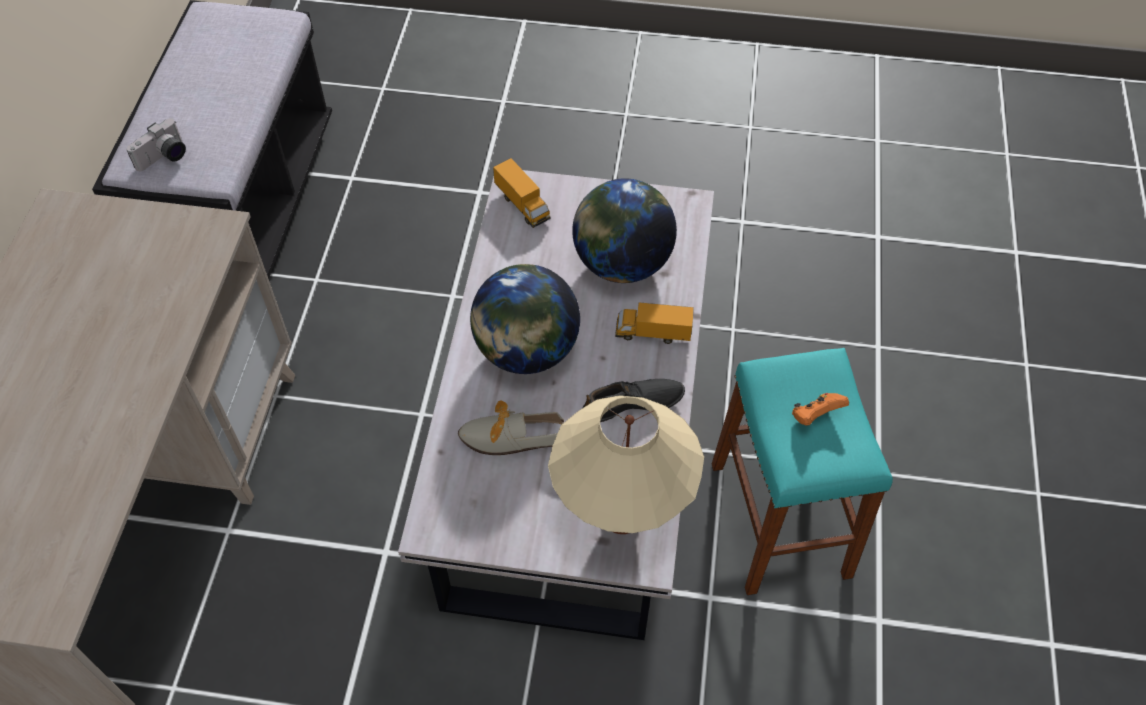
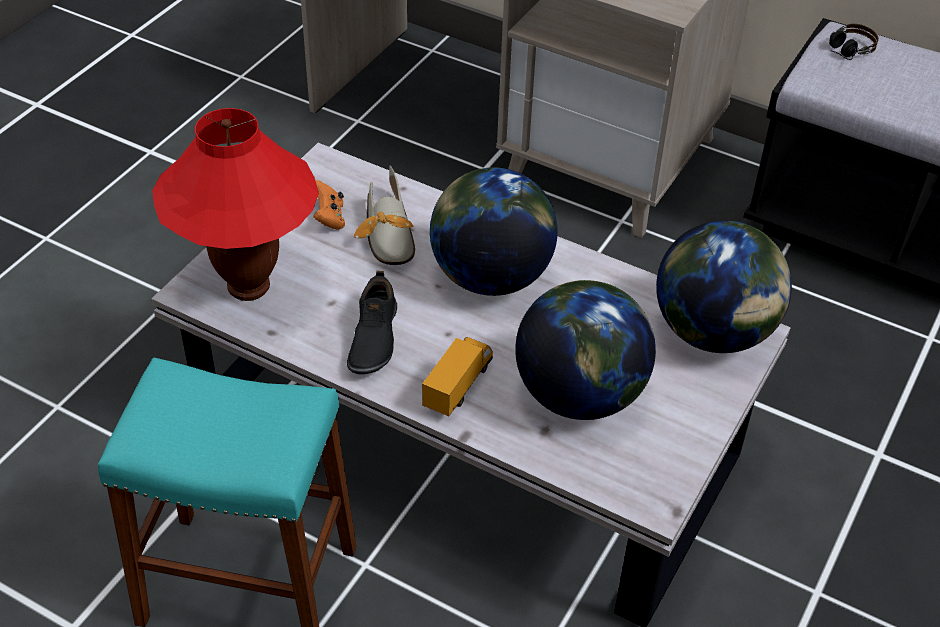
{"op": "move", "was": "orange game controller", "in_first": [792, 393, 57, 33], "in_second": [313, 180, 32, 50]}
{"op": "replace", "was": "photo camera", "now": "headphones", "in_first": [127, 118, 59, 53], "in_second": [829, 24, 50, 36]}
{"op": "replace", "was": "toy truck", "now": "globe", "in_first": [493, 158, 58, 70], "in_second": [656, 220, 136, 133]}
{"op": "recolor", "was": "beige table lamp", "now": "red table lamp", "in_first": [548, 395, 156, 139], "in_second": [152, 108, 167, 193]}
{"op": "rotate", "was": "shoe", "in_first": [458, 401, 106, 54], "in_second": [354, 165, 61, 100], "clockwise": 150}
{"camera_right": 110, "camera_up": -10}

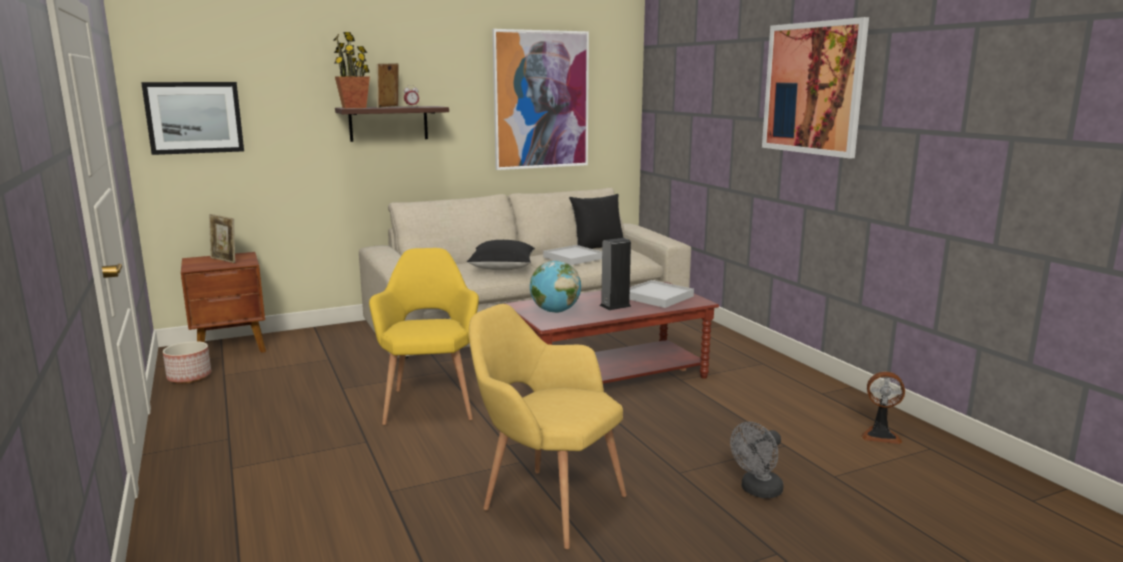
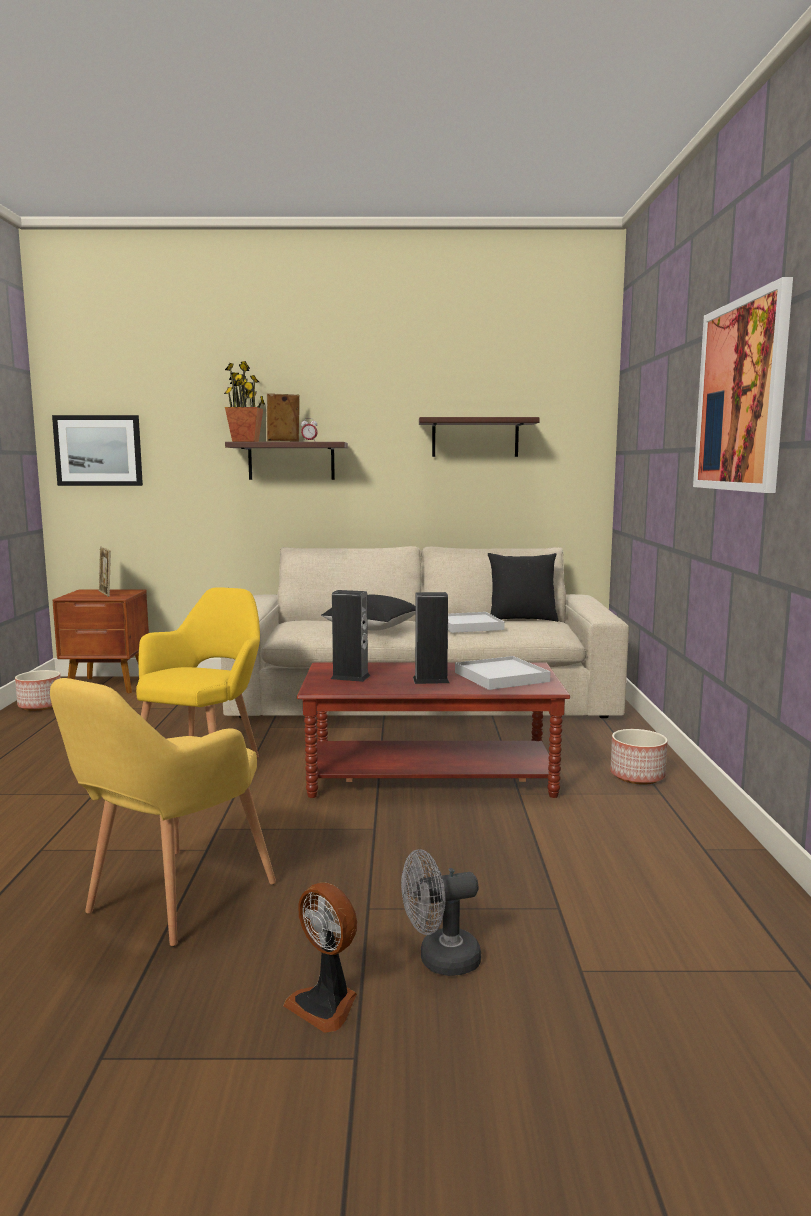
{"op": "insert", "now": "planter", "in_second": [610, 729, 58, 56]}
{"op": "move", "was": "fan", "in_first": [861, 372, 44, 72], "in_second": [283, 882, 74, 151]}
{"op": "replace", "was": "picture", "now": "shelf", "in_first": [492, 29, 97, 141], "in_second": [419, 417, 121, 40]}
{"op": "replace", "was": "globe", "now": "speaker", "in_first": [530, 261, 51, 52], "in_second": [331, 590, 39, 92]}
{"op": "rotate", "was": "yellow armchair", "in_first": [469, 304, 158, 246], "in_second": [50, 678, 226, 269], "clockwise": -120}
{"camera_right": 25, "camera_up": -5}

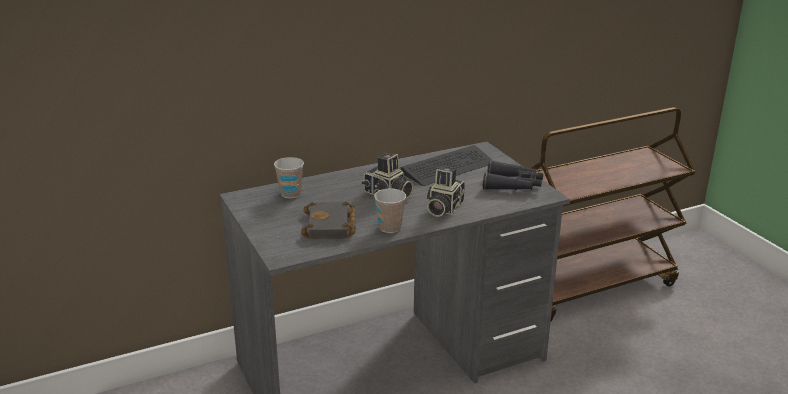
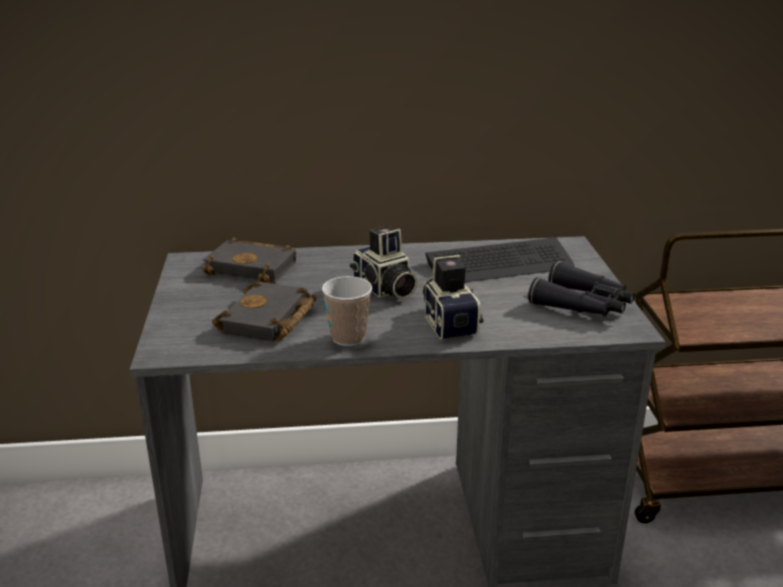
{"op": "replace", "was": "cup", "now": "black book", "in_first": [274, 157, 30, 41], "in_second": [202, 237, 95, 46]}
{"op": "rotate", "was": "photo camera", "in_first": [427, 166, 38, 51], "in_second": [422, 255, 62, 84], "clockwise": 120}
{"camera_right": 20, "camera_up": 0}

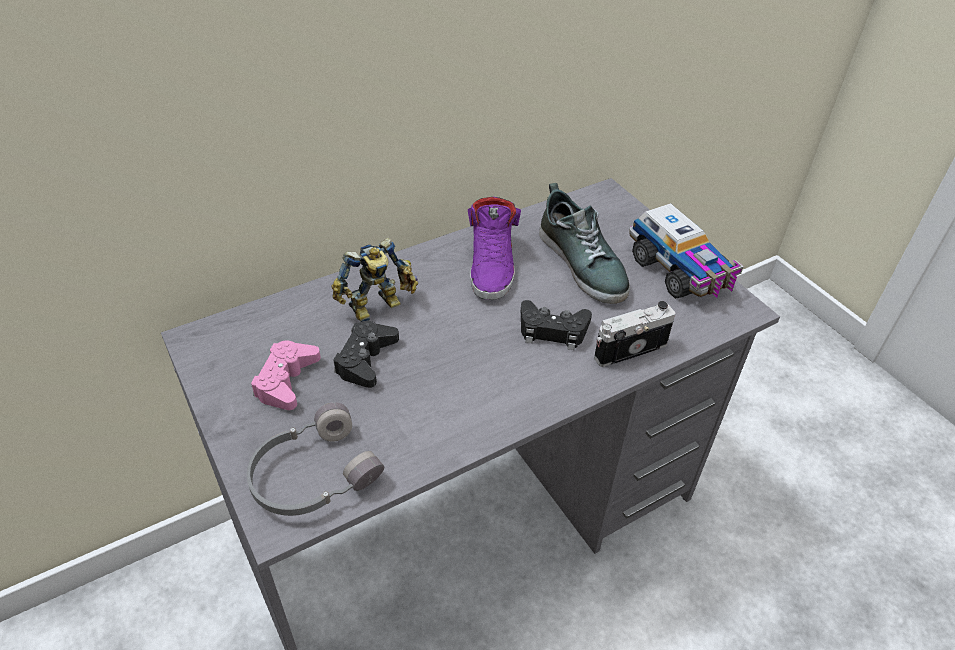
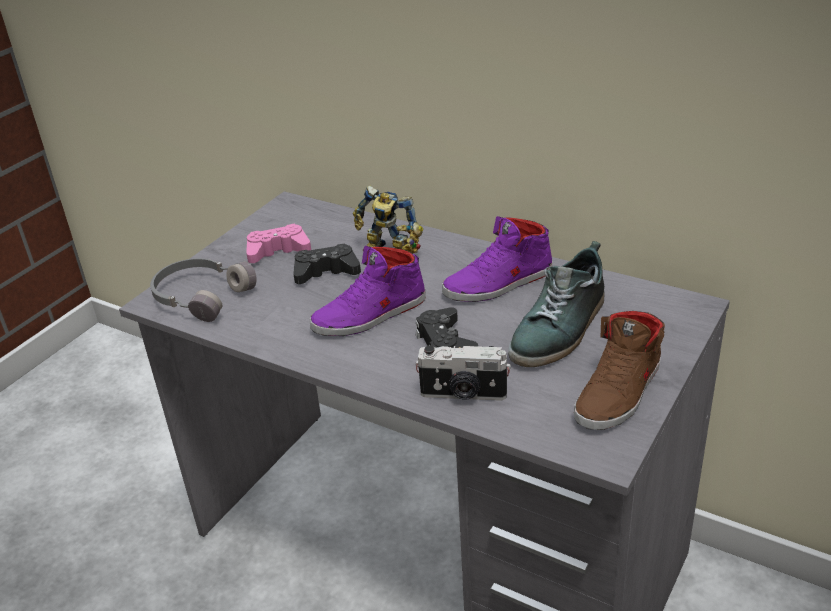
{"op": "insert", "now": "purple shoe", "in_second": [310, 246, 116, 90]}
{"op": "replace", "was": "toy truck", "now": "brown shoe", "in_first": [629, 203, 115, 96], "in_second": [574, 311, 91, 119]}
{"op": "rotate", "was": "photo camera", "in_first": [594, 301, 81, 66], "in_second": [415, 345, 96, 56], "clockwise": 150}
{"camera_right": 65, "camera_up": -10}

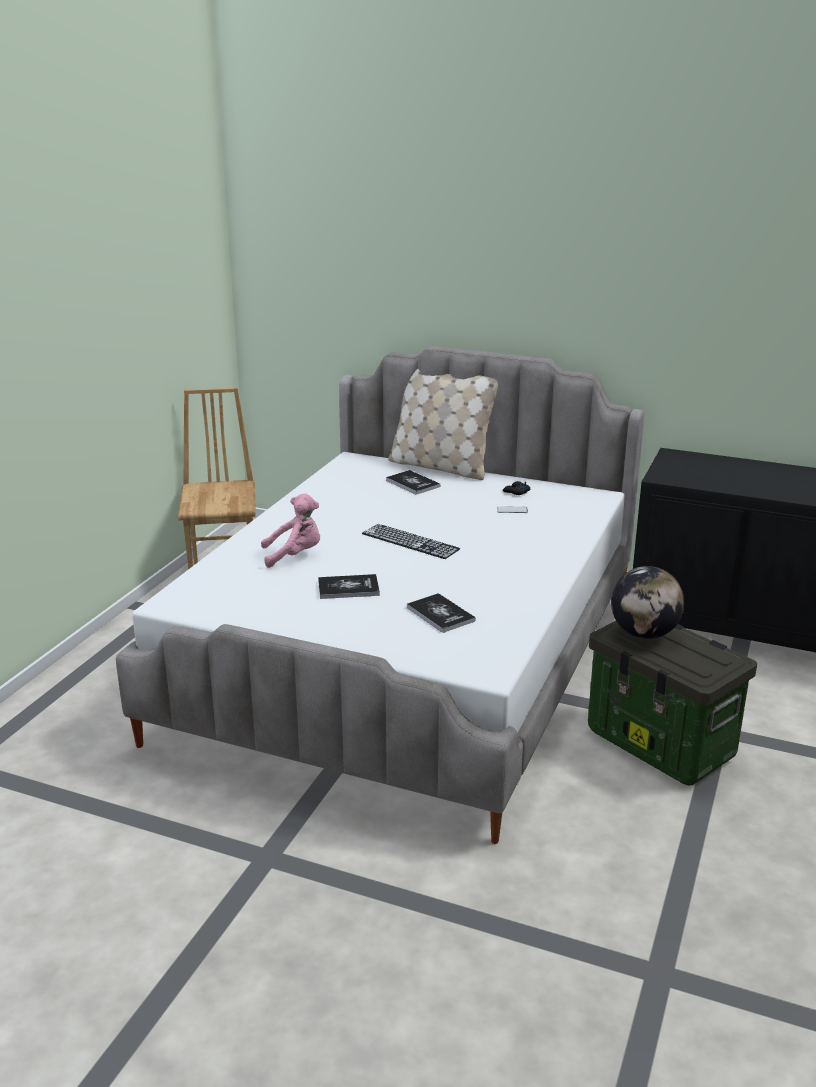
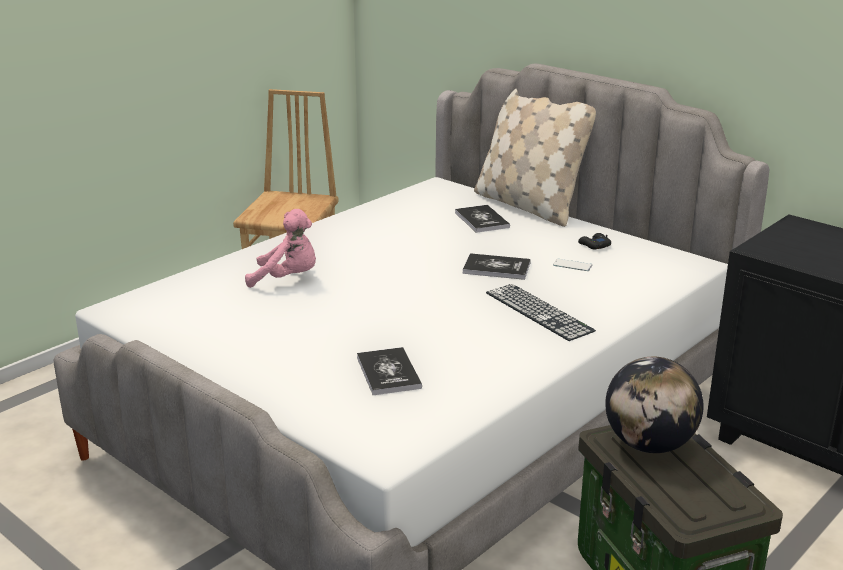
{"op": "move", "was": "book", "in_first": [318, 574, 62, 25], "in_second": [463, 253, 68, 27]}
{"op": "move", "was": "keyboard", "in_first": [362, 524, 98, 35], "in_second": [486, 284, 110, 57]}
{"camera_right": 20, "camera_up": 0}

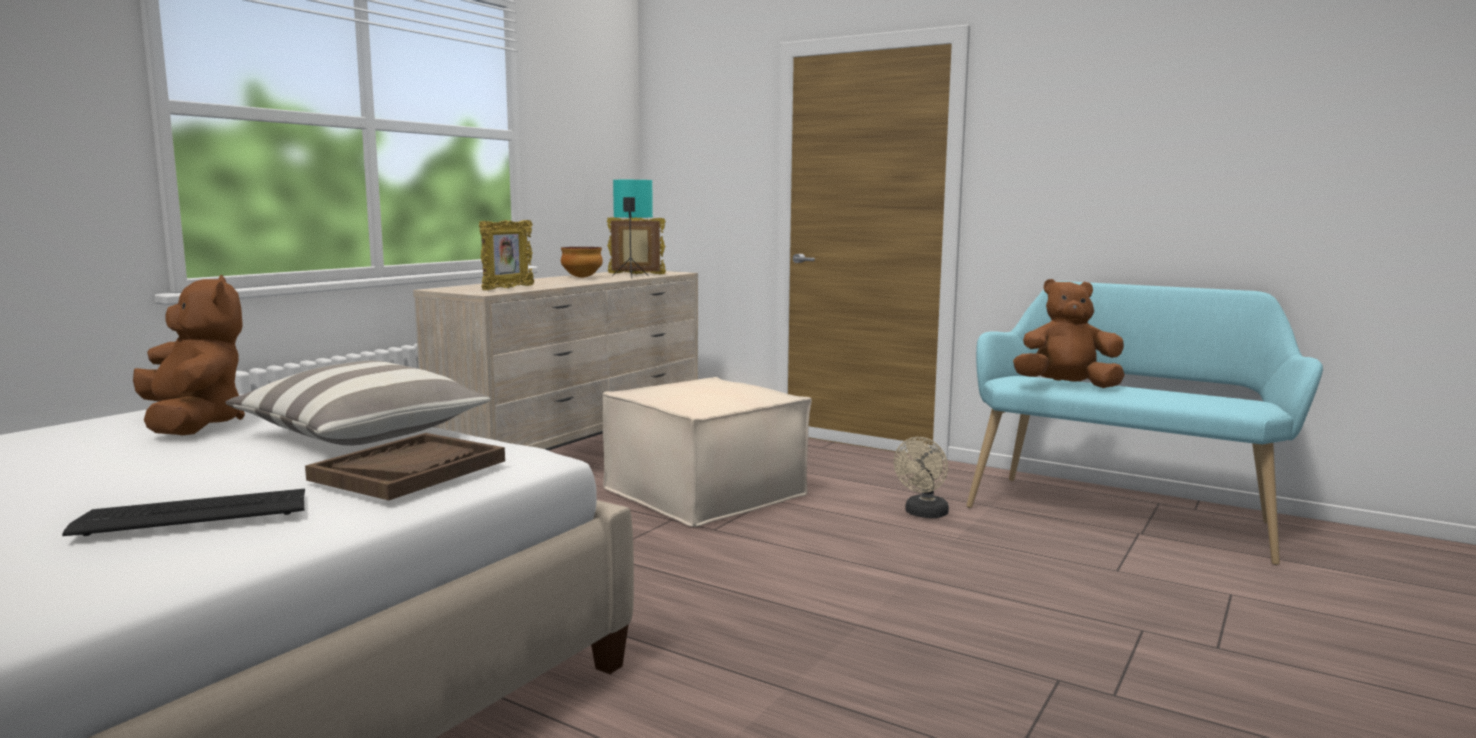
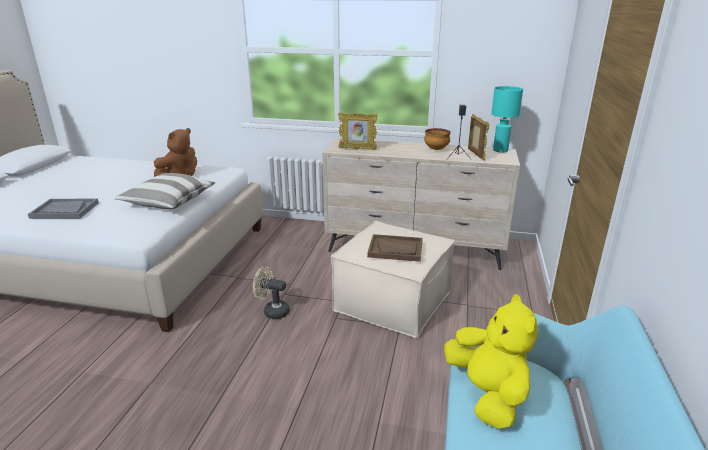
{"op": "move", "was": "brown tray", "in_first": [305, 433, 200, 67], "in_second": [367, 234, 56, 28]}
{"op": "move", "was": "beige fan", "in_first": [894, 437, 55, 81], "in_second": [253, 266, 37, 53]}
{"op": "replace", "was": "keyboard", "now": "grey tray", "in_first": [62, 489, 243, 47], "in_second": [28, 199, 71, 20]}
{"op": "recolor", "was": "brown plush toy", "now": "yellow plush toy", "in_first": [1013, 279, 112, 109], "in_second": [444, 294, 94, 135]}
{"camera_right": 70, "camera_up": 15}

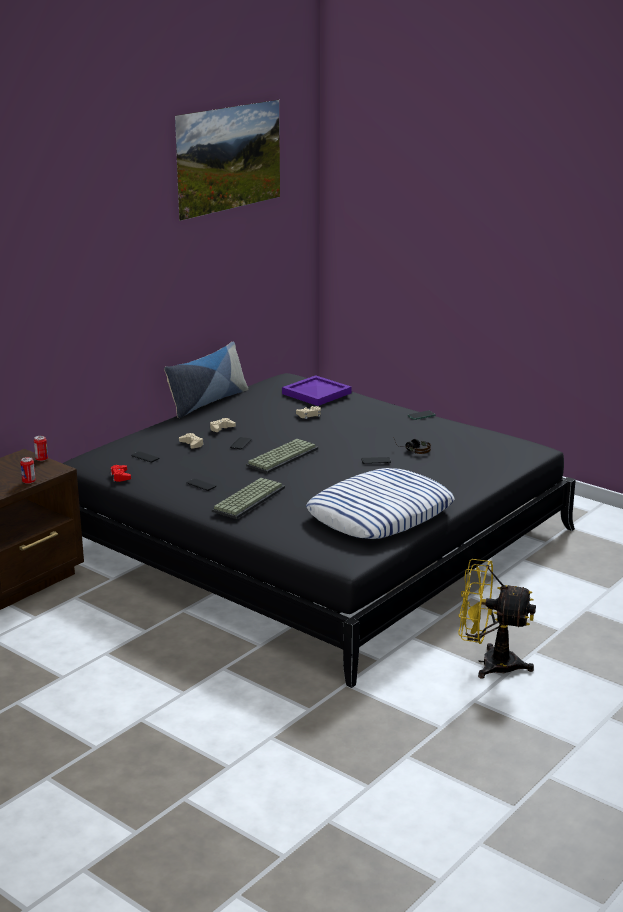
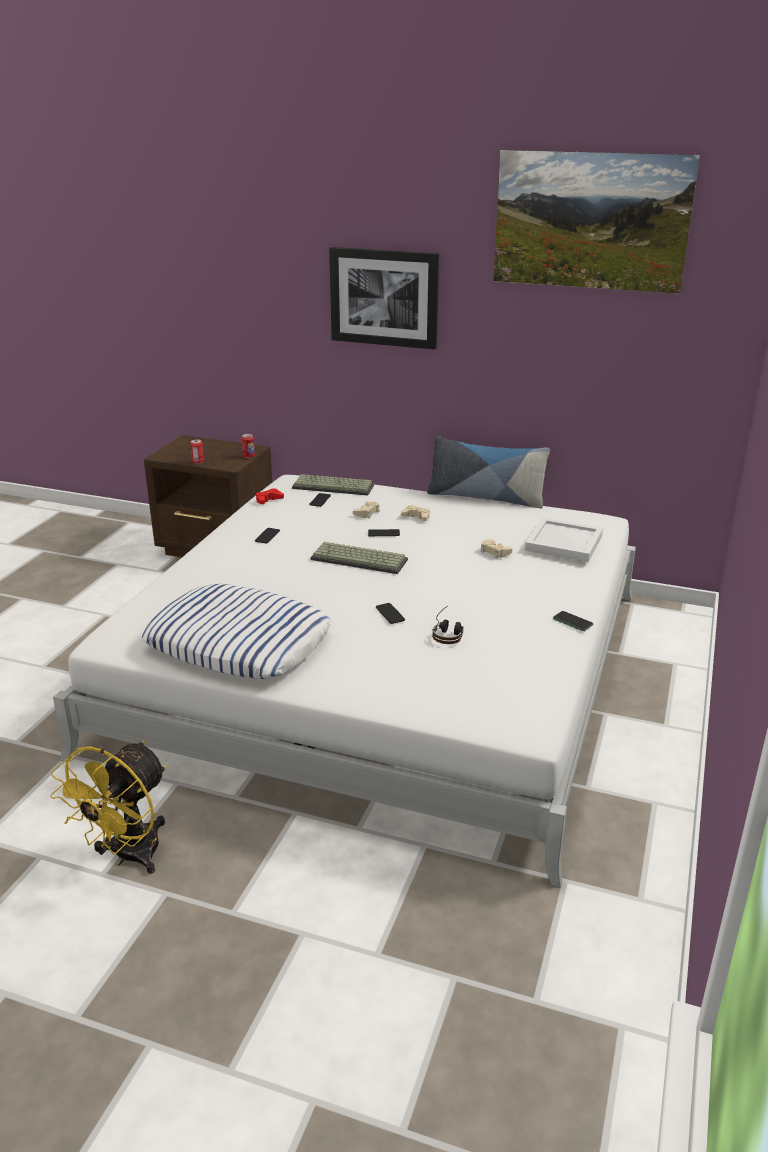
{"op": "insert", "now": "picture", "in_second": [329, 247, 110, 103]}
{"op": "move", "was": "keyboard", "in_first": [212, 478, 73, 41], "in_second": [292, 474, 82, 22]}
{"op": "recolor", "was": "black bed", "now": "white bed", "in_first": [63, 373, 513, 315], "in_second": [53, 475, 583, 413]}
{"op": "recolor", "was": "purple tray", "now": "white tray", "in_first": [282, 375, 69, 31], "in_second": [525, 518, 78, 44]}
{"op": "rotate", "was": "yellow fan", "in_first": [458, 559, 78, 120], "in_second": [51, 741, 115, 133], "clockwise": -150}
{"camera_right": 70, "camera_up": 5}

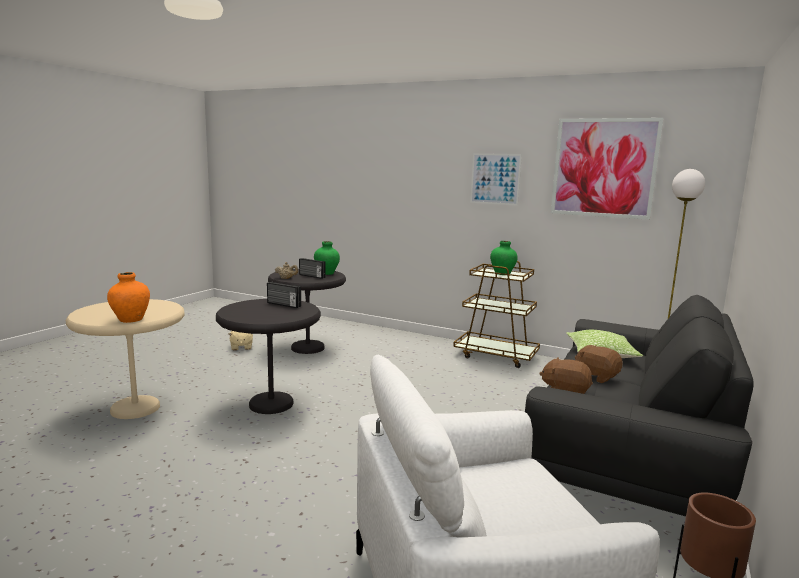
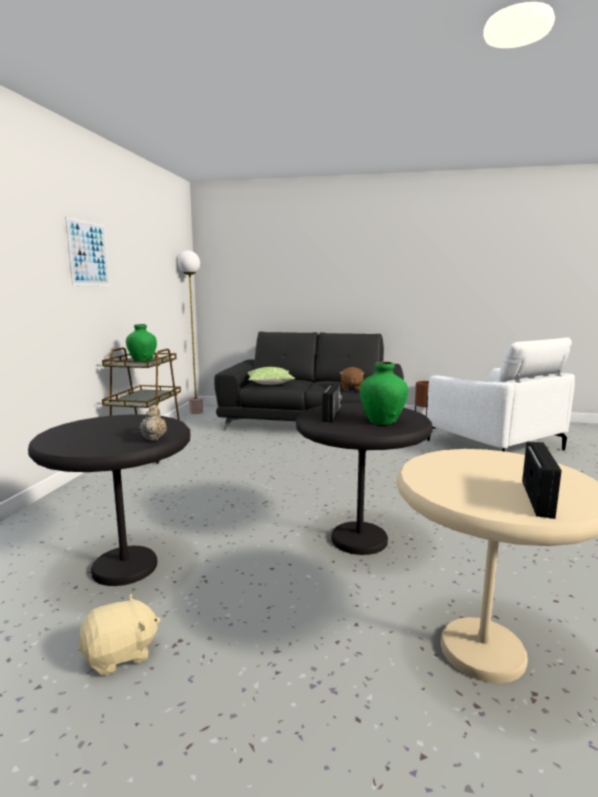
{"op": "delete", "was": "orange vase", "in_first": [107, 272, 43, 51]}
{"op": "delete", "was": "picture", "in_first": [551, 118, 112, 102]}
{"op": "delete", "was": "brown plush toy", "in_first": [575, 345, 48, 38]}
{"op": "move", "was": "radio", "in_first": [299, 258, 27, 21], "in_second": [522, 442, 39, 77]}
{"op": "move", "was": "green vase", "in_first": [314, 241, 26, 34], "in_second": [360, 362, 48, 63]}
{"camera_right": -105, "camera_up": 0}

